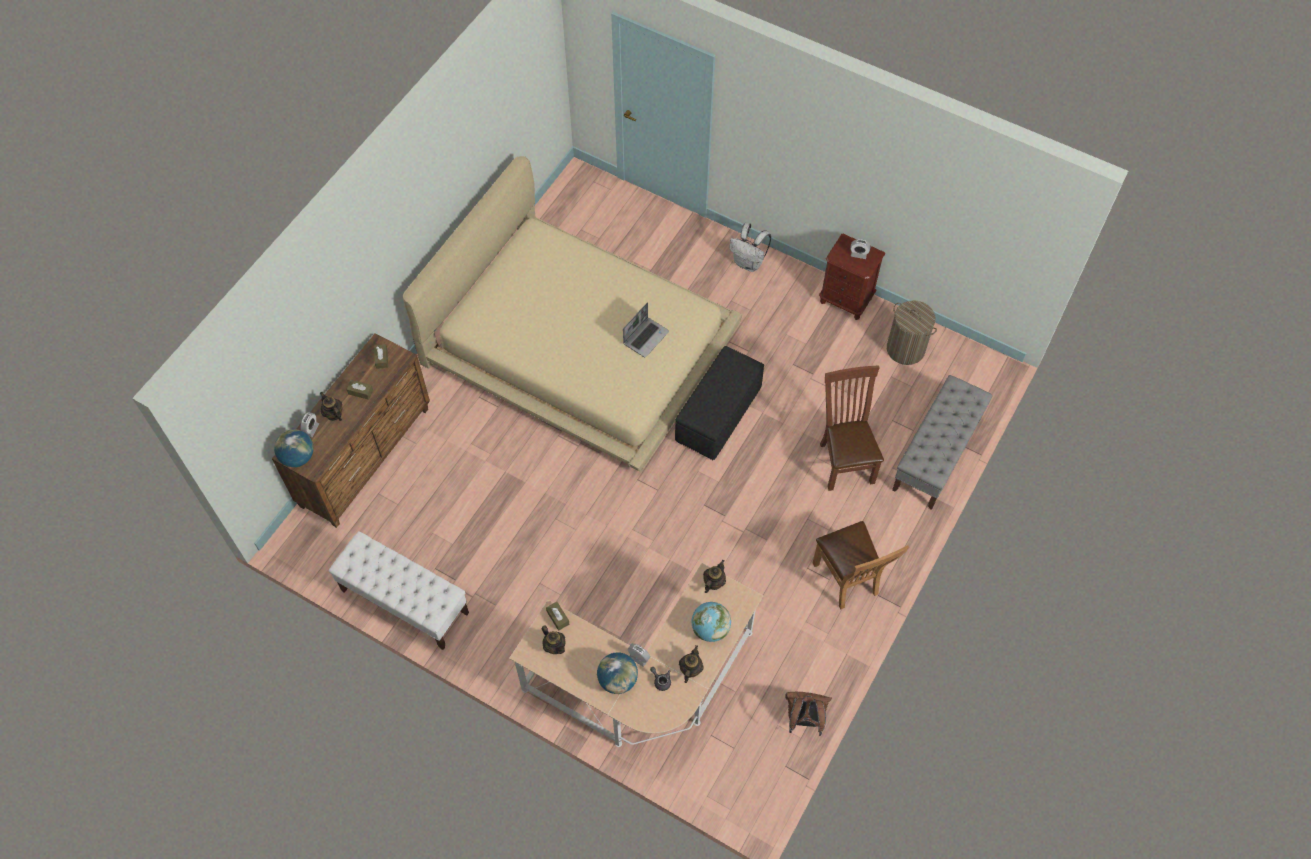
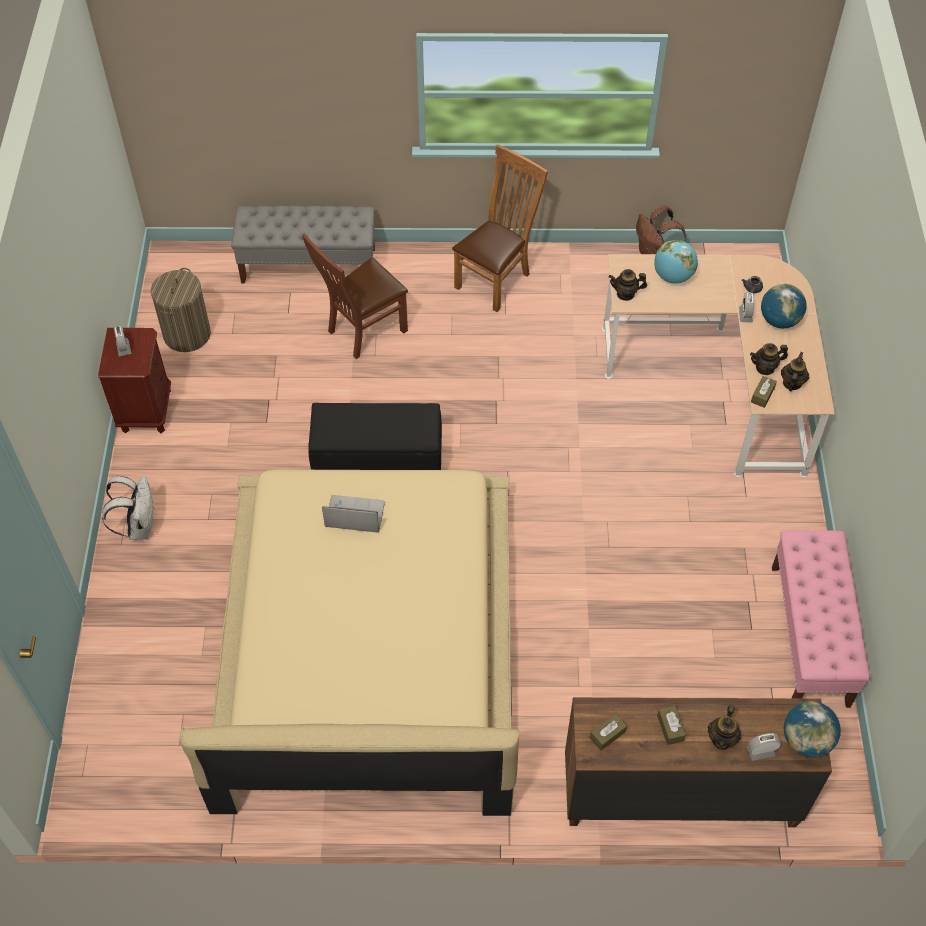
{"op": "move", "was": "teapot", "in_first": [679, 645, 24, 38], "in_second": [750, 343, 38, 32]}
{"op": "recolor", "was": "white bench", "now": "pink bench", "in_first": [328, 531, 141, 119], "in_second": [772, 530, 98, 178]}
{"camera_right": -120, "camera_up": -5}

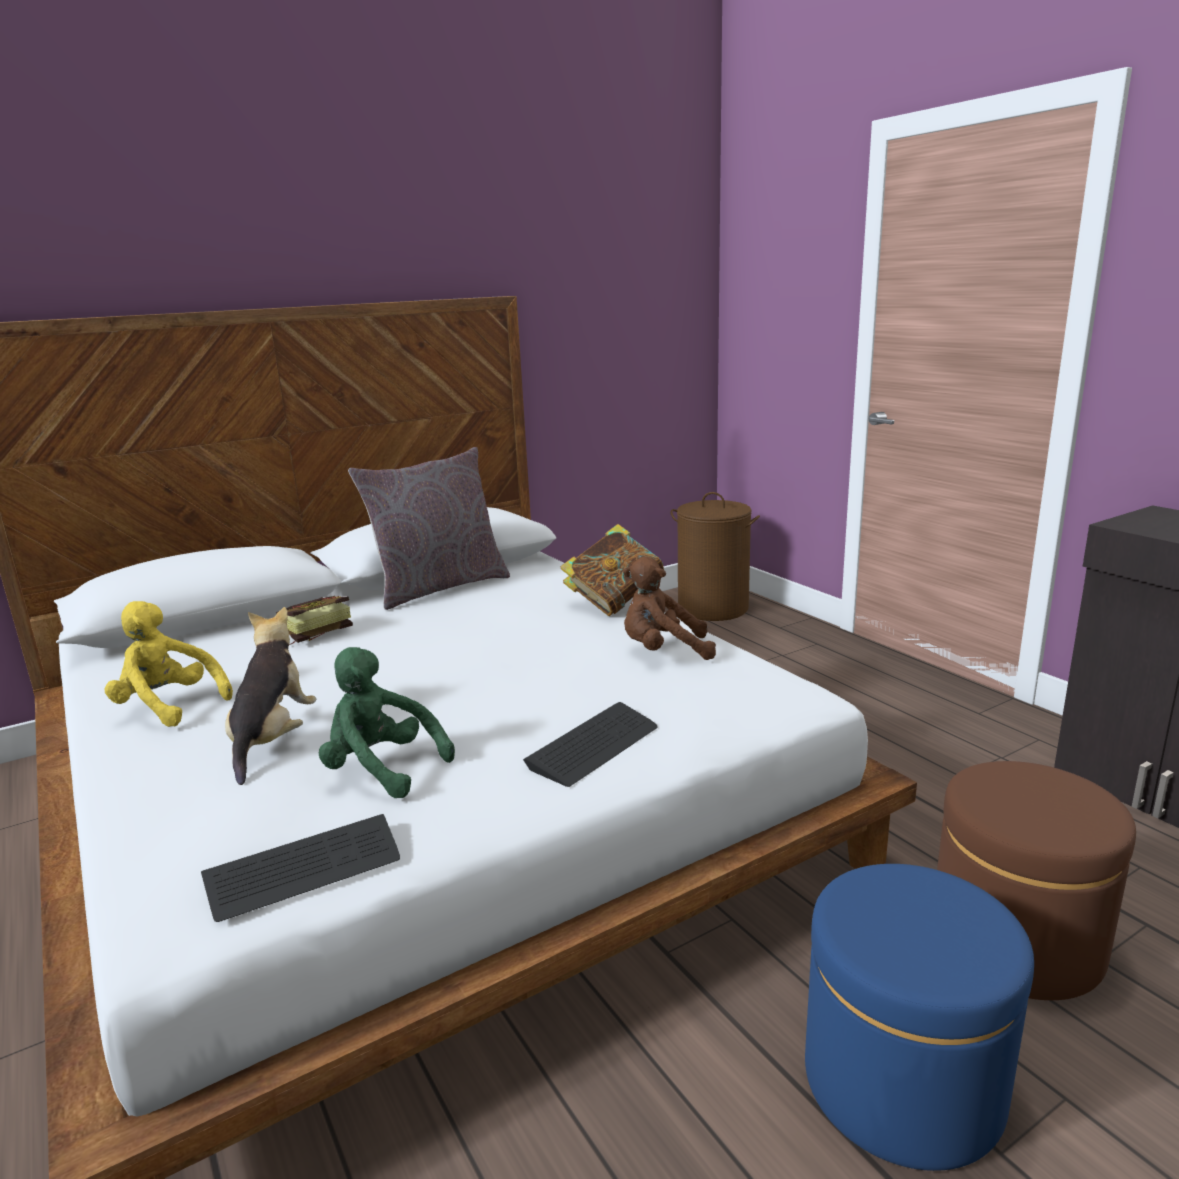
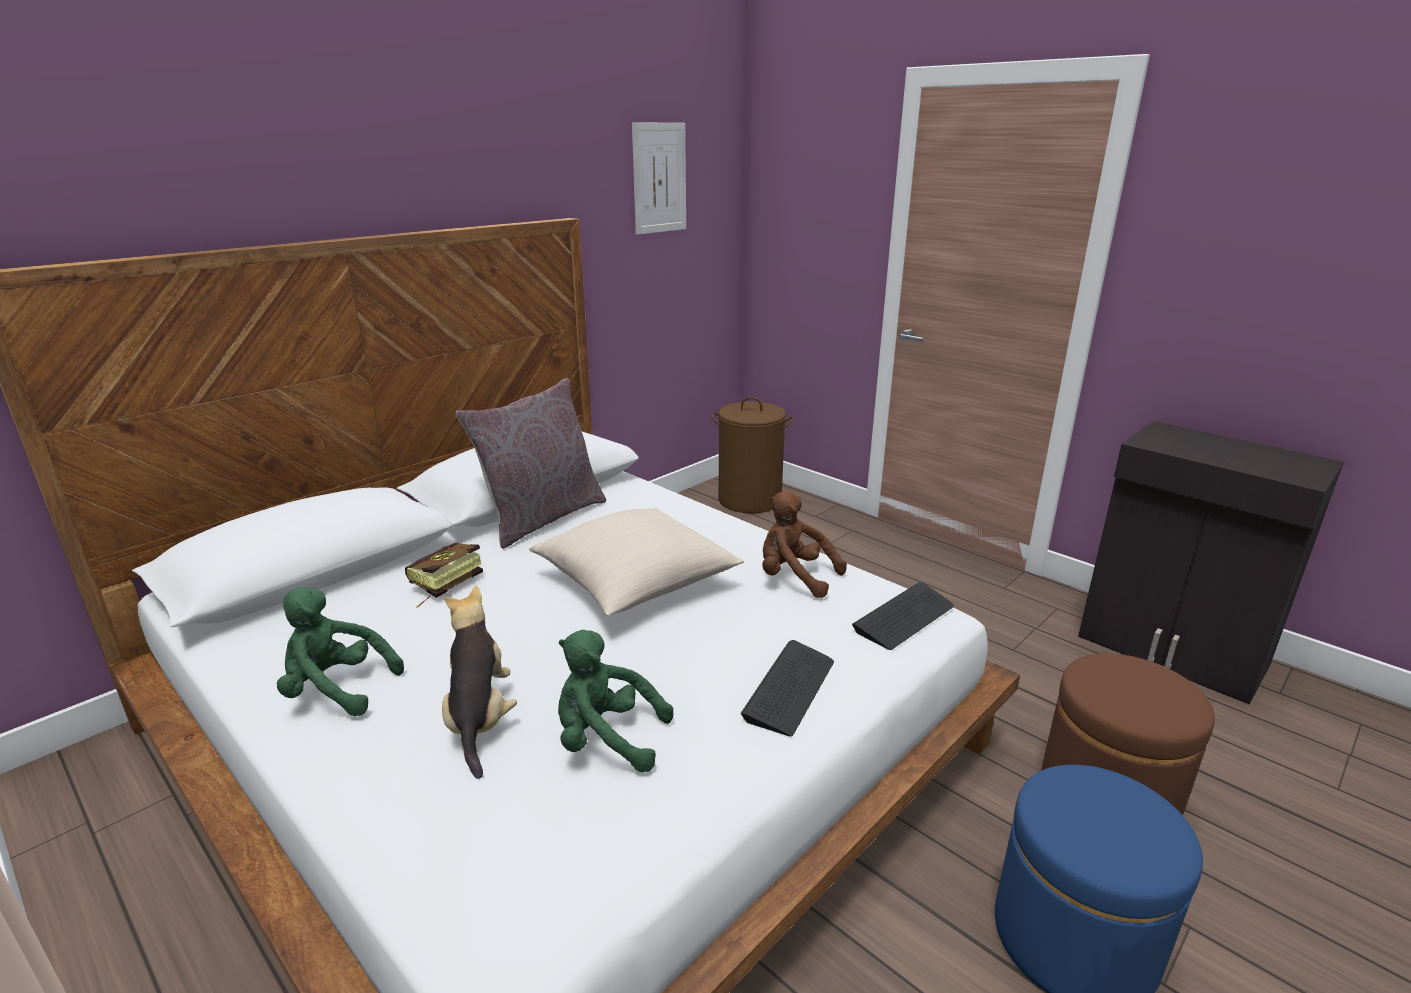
{"op": "delete", "was": "book", "in_first": [561, 524, 103, 92]}
{"op": "insert", "now": "beige pillow", "in_second": [529, 508, 215, 108]}
{"op": "insert", "now": "picture", "in_second": [632, 122, 54, 113]}
{"op": "move", "was": "keyboard", "in_first": [201, 814, 199, 108], "in_second": [852, 582, 102, 68]}
{"op": "recolor", "was": "yellow plush toy", "now": "green plush toy", "in_first": [105, 601, 128, 126], "in_second": [277, 587, 127, 129]}
{"op": "rotate", "was": "brown plush toy", "in_first": [623, 557, 93, 103], "in_second": [762, 491, 85, 107], "clockwise": 45}
{"camera_right": -15, "camera_up": 5}

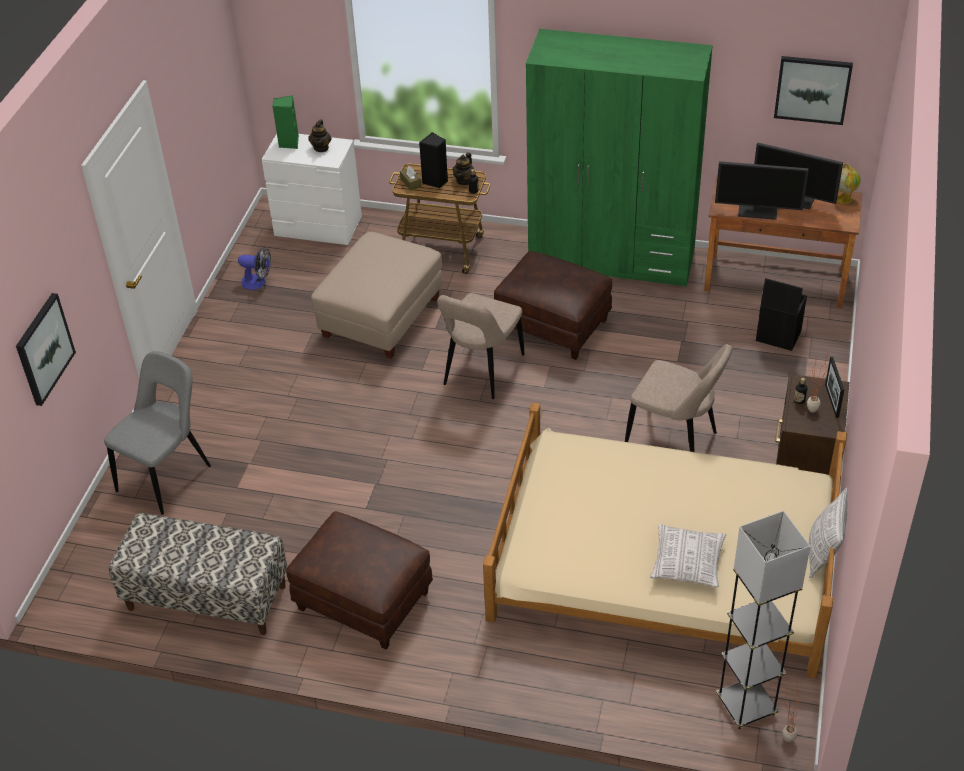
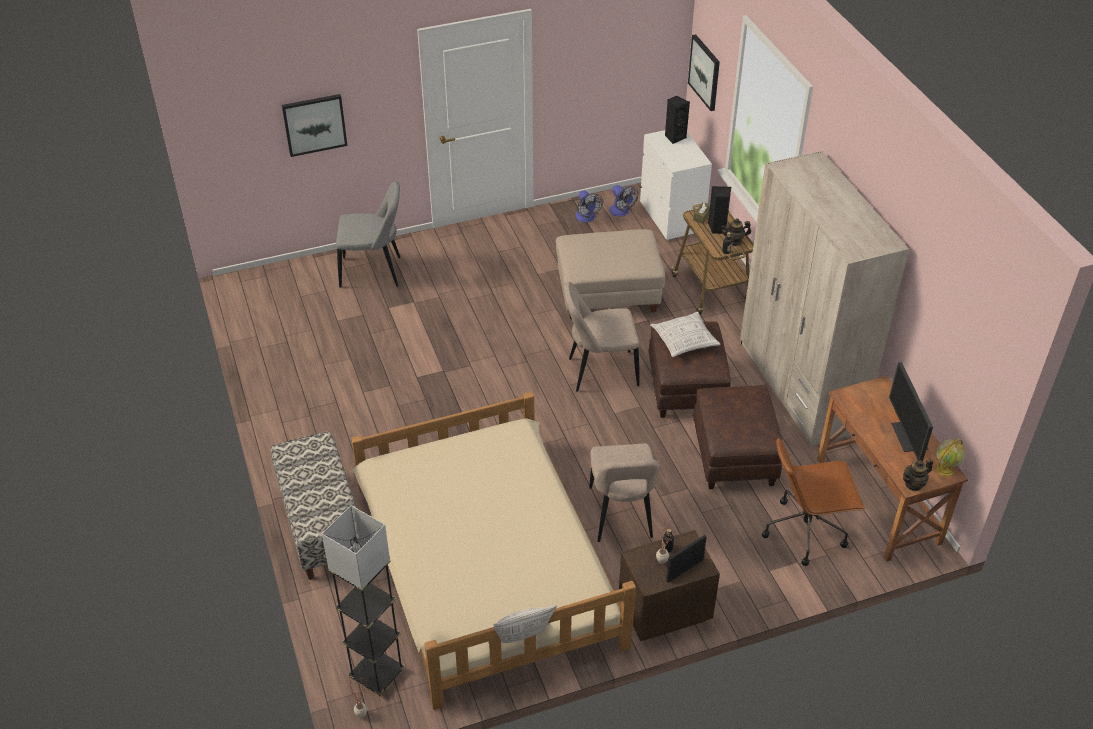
{"op": "delete", "was": "monitor", "in_first": [715, 161, 94, 59]}
{"op": "insert", "now": "fan", "in_second": [609, 185, 29, 32]}
{"op": "move", "was": "bench", "in_first": [109, 513, 178, 122], "in_second": [270, 431, 91, 149]}
{"op": "move", "was": "brown ottoman", "in_first": [286, 511, 147, 139], "in_second": [693, 386, 89, 103]}
{"op": "move", "was": "teapot", "in_first": [308, 120, 23, 32], "in_second": [903, 459, 30, 32]}
{"op": "move", "was": "pillow", "in_first": [650, 524, 76, 63], "in_second": [650, 312, 70, 45]}
{"op": "move", "was": "picture", "in_first": [774, 56, 79, 69], "in_second": [688, 34, 32, 77]}
{"op": "replace", "was": "black storage box", "now": "brown office chair", "in_first": [756, 278, 51, 73], "in_second": [762, 438, 103, 128]}
{"op": "recolor", "was": "green speaker", "now": "black speaker", "in_first": [272, 95, 27, 54], "in_second": [665, 96, 25, 48]}
{"op": "recolor", "was": "green wardrobe", "now": "beige wardrobe", "in_first": [526, 29, 187, 258], "in_second": [740, 151, 169, 296]}
{"camera_right": 55, "camera_up": 0}

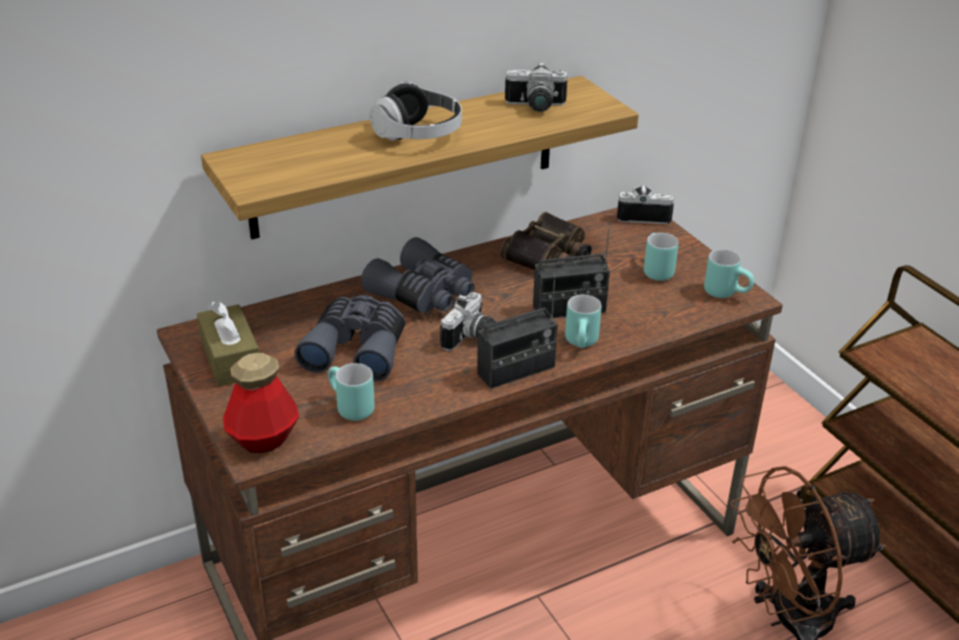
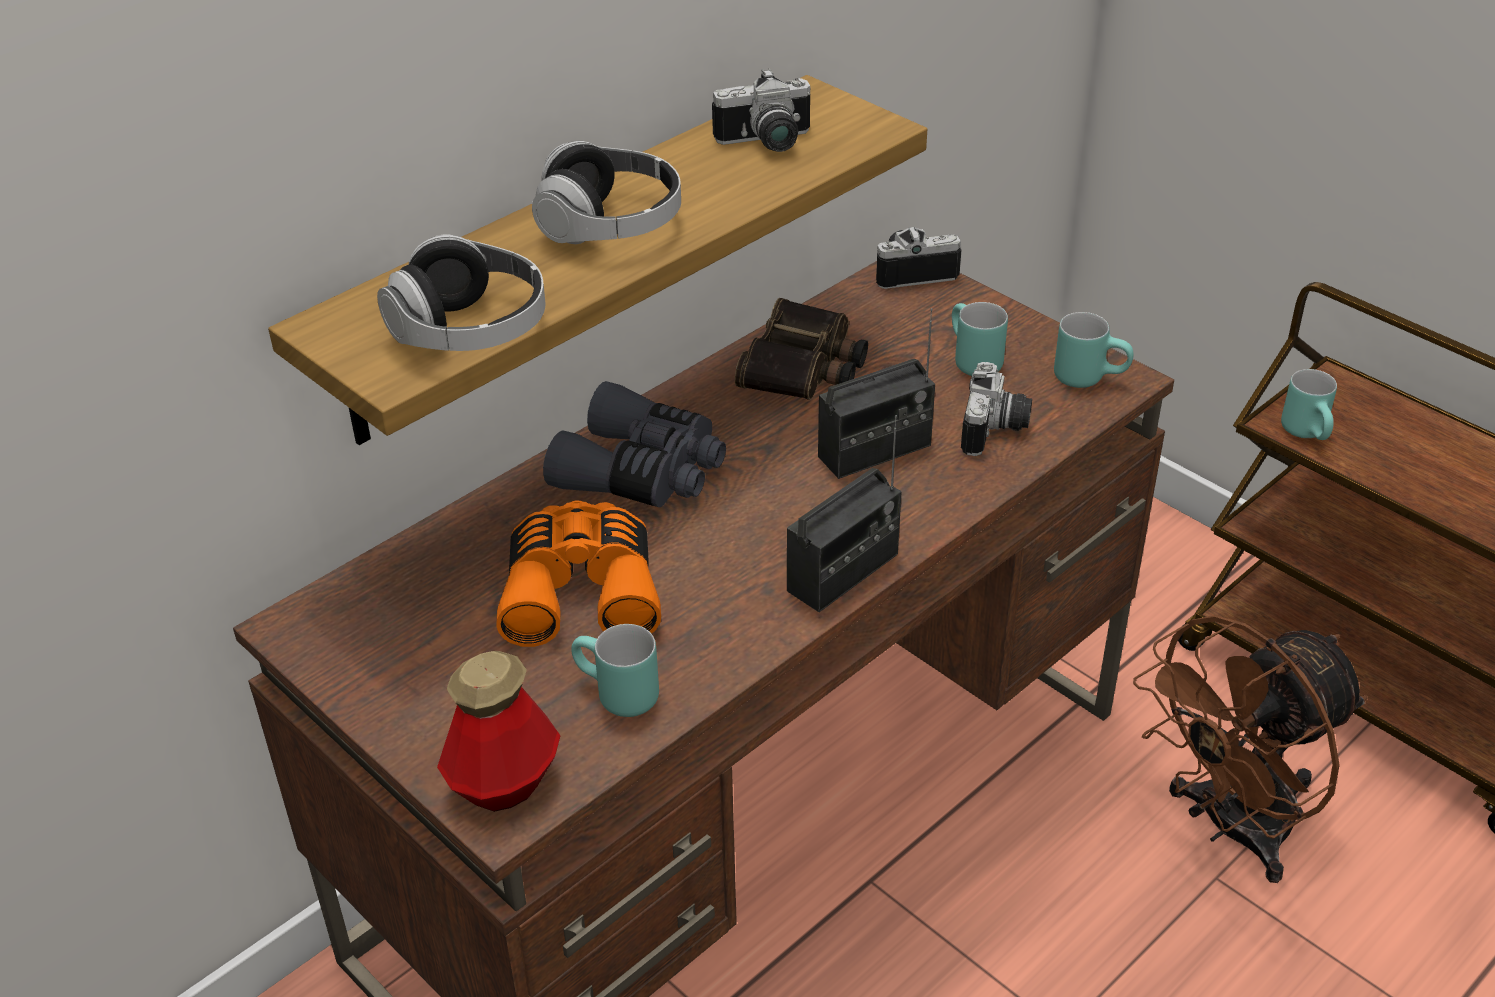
{"op": "delete", "was": "brown tissue box", "in_first": [197, 301, 62, 86]}
{"op": "insert", "now": "headphones", "in_second": [377, 234, 169, 117]}
{"op": "move", "was": "photo camera", "in_first": [440, 292, 56, 59], "in_second": [961, 362, 71, 94]}
{"op": "move", "was": "turquoise mug", "in_first": [565, 295, 37, 53], "in_second": [1281, 369, 56, 71]}
{"op": "recolor", "was": "grey binoculars", "now": "orange binoculars", "in_first": [294, 295, 112, 86], "in_second": [496, 500, 165, 147]}
{"camera_right": -15, "camera_up": 5}

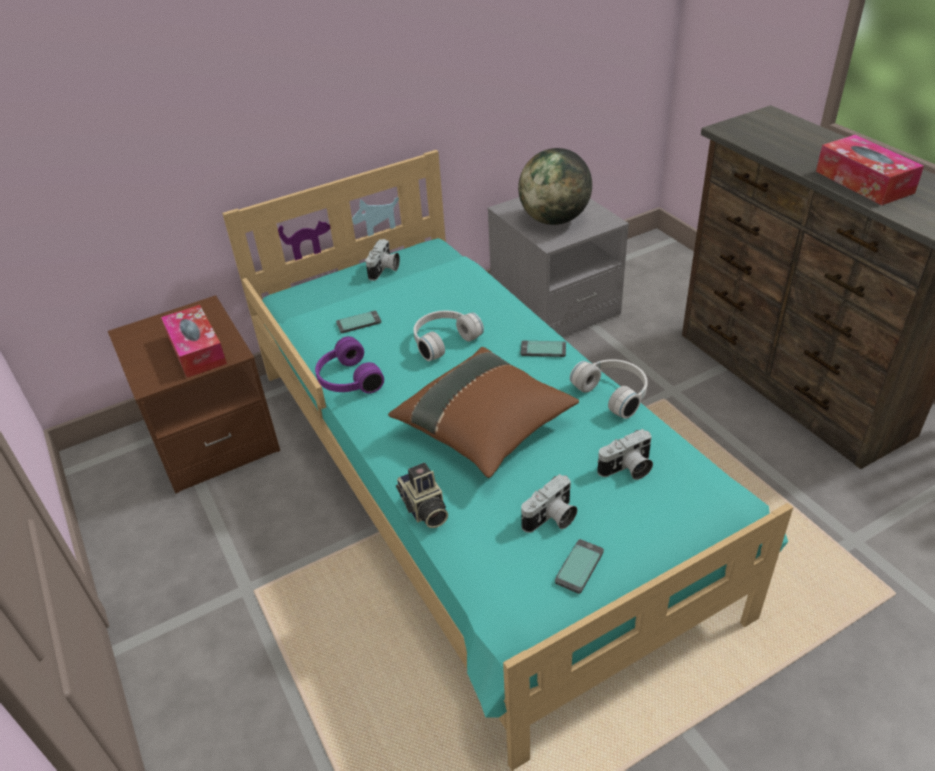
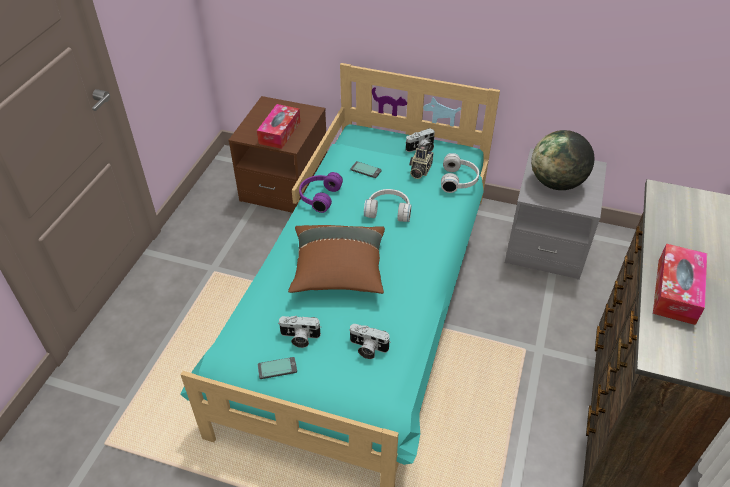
{"op": "delete", "was": "phone", "in_first": [521, 341, 45, 16]}
{"op": "move", "was": "photo camera", "in_first": [396, 463, 52, 65], "in_second": [409, 145, 24, 34]}
{"op": "move", "was": "white headphones", "in_first": [570, 359, 78, 60], "in_second": [441, 153, 38, 40]}
{"camera_right": 45, "camera_up": 5}

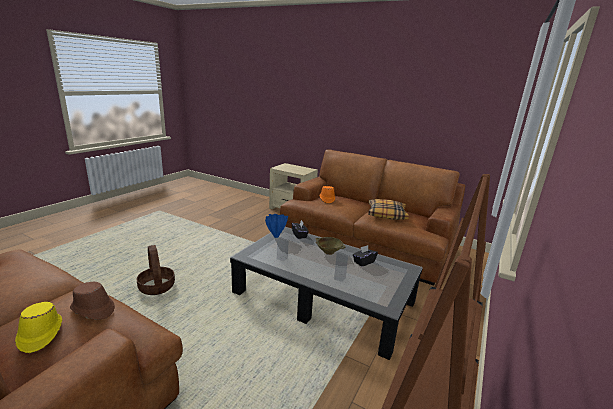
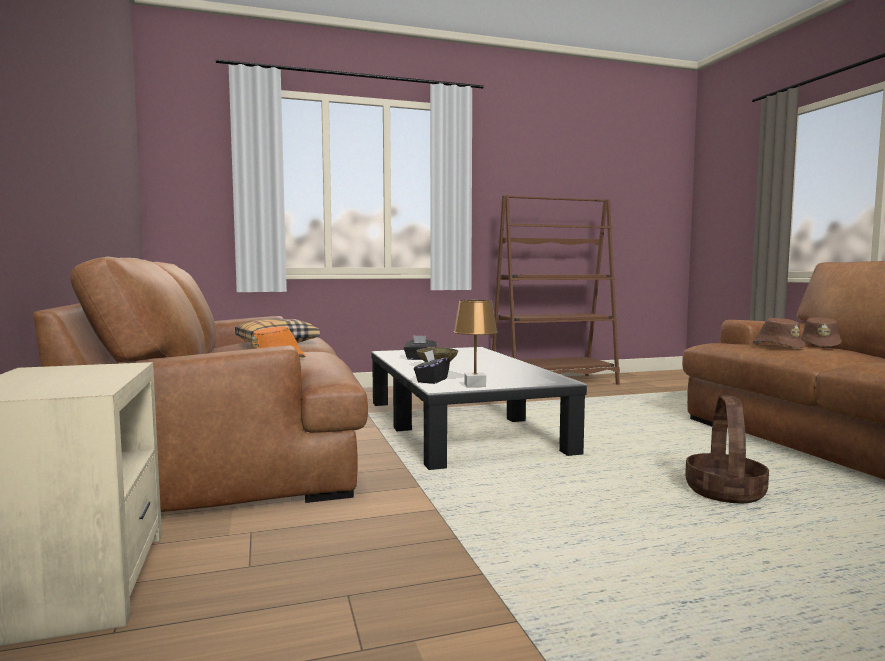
{"op": "replace", "was": "blue vase", "now": "brown table lamp", "in_first": [265, 214, 23, 24], "in_second": [454, 300, 43, 87]}
{"op": "recolor", "was": "yellow hat", "now": "brown hat", "in_first": [15, 302, 47, 51], "in_second": [801, 317, 41, 30]}
{"camera_right": -135, "camera_up": -15}

